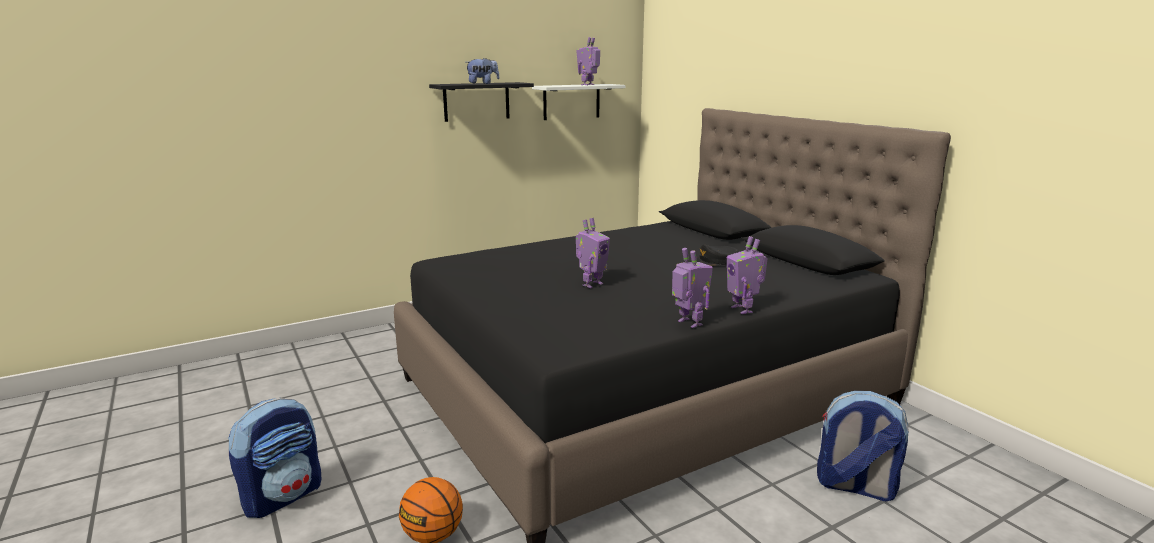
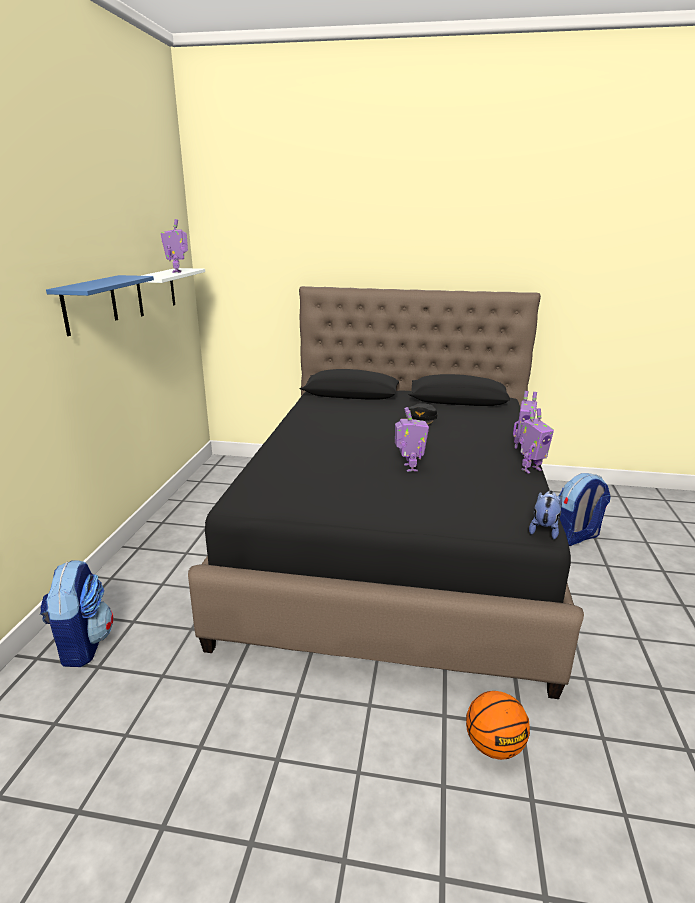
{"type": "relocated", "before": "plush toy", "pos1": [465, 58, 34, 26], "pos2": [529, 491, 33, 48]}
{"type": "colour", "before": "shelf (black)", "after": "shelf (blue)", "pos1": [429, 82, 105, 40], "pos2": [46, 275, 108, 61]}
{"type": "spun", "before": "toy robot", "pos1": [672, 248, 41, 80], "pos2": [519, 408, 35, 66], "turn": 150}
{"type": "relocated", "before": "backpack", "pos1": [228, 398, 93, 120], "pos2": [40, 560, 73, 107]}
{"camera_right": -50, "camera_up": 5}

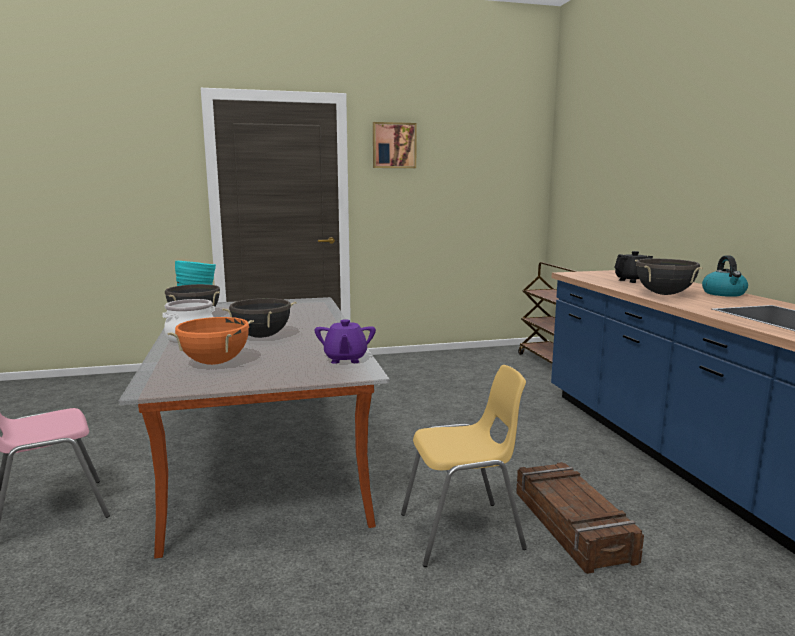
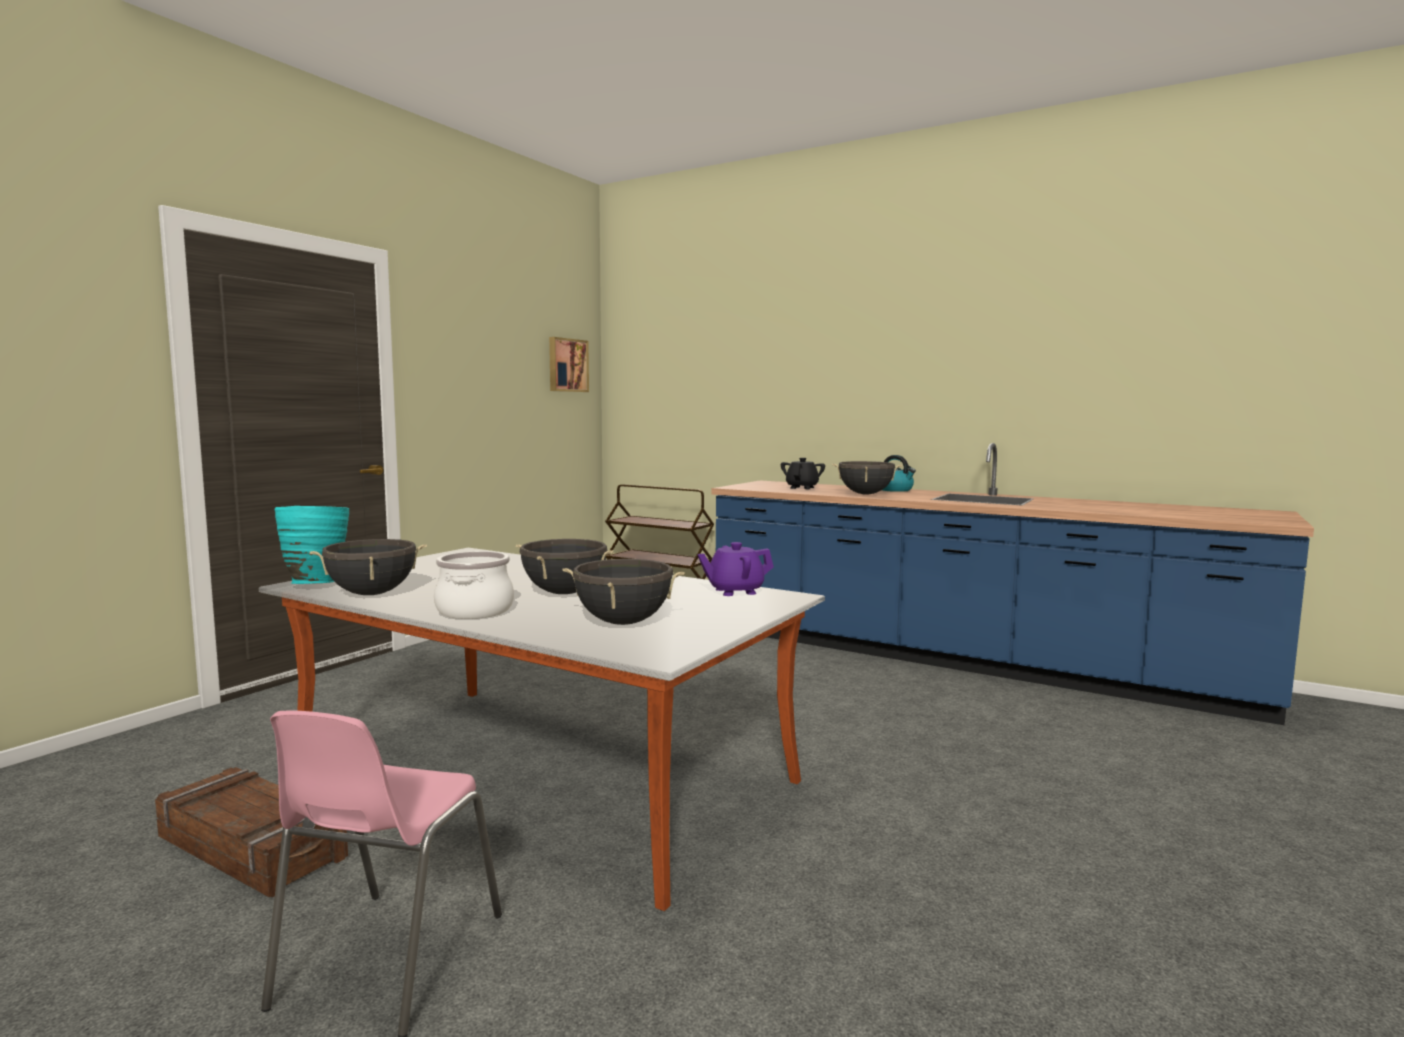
{"type": "relocated", "before": "picture", "pos1": [373, 122, 44, 46], "pos2": [549, 337, 40, 55]}
{"type": "colour", "before": "cooking pot (orange)", "after": "cooking pot (black)", "pos1": [167, 317, 87, 48], "pos2": [562, 559, 123, 66]}
{"type": "spun", "before": "teapot (purple)", "pos1": [315, 319, 61, 45], "pos2": [697, 542, 77, 54], "turn": 120}
{"type": "missing", "before": "chair (yellow)", "pos1": [401, 365, 126, 202]}
{"type": "relocated", "before": "crate", "pos1": [516, 462, 128, 112], "pos2": [155, 767, 193, 130]}
{"camera_right": -45, "camera_up": -5}

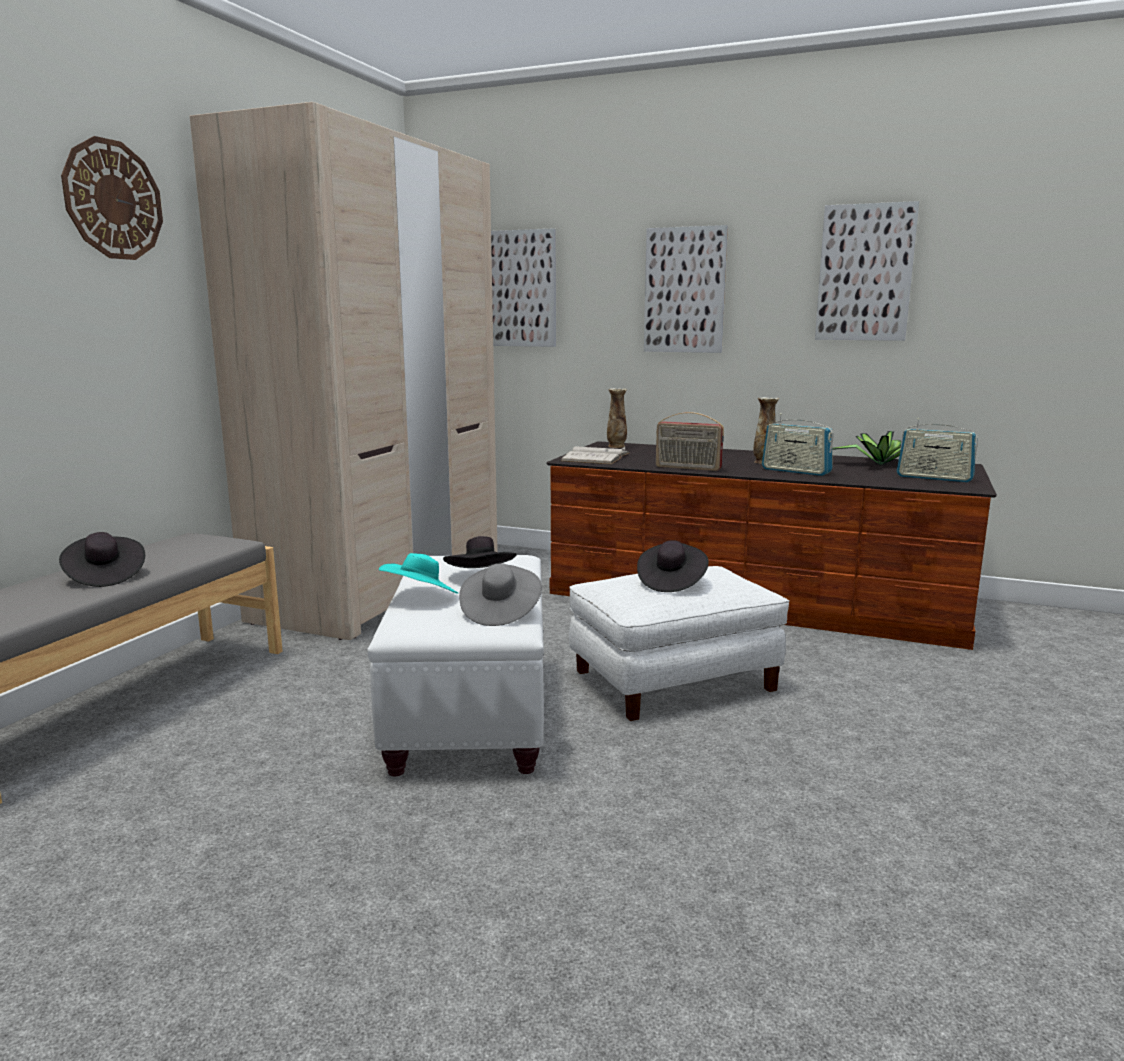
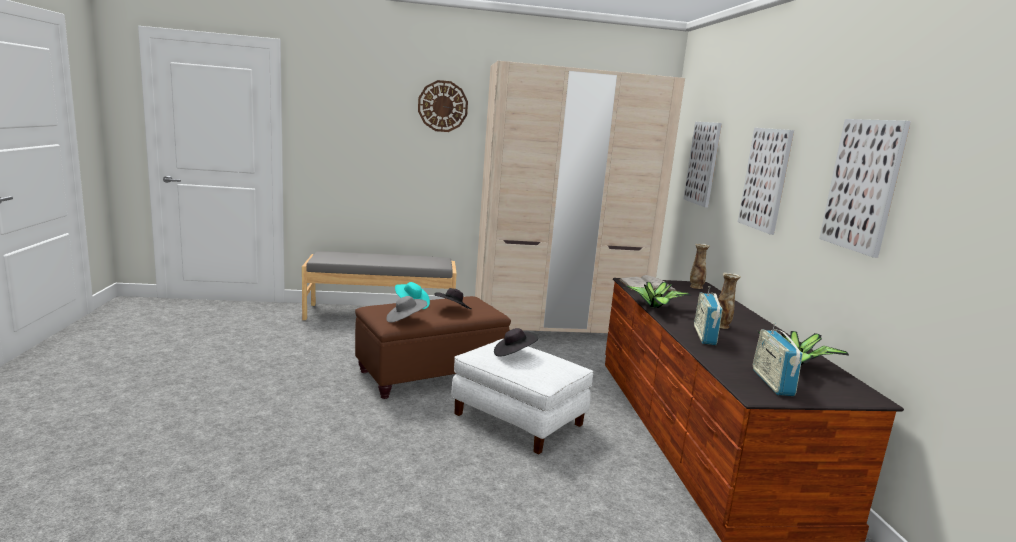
{"type": "exchanged", "before": "radio", "after": "potted plant", "pos1": [656, 412, 68, 59], "pos2": [624, 282, 67, 26]}
{"type": "missing", "before": "hat (black)", "pos1": [59, 532, 86, 55]}
{"type": "colour", "before": "ottoman (white)", "after": "ottoman (brown)", "pos1": [367, 555, 177, 221], "pos2": [355, 296, 156, 103]}
{"camera_right": 60, "camera_up": 0}

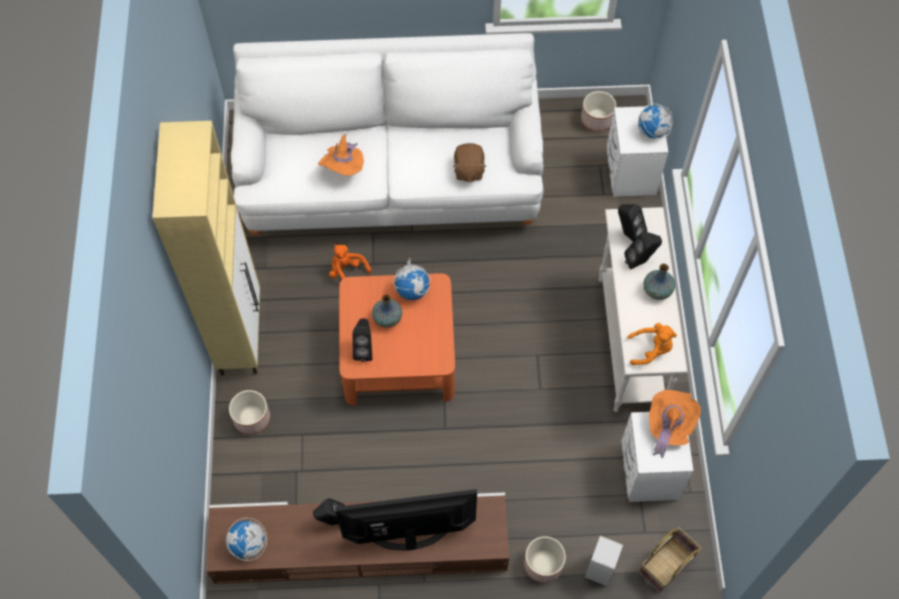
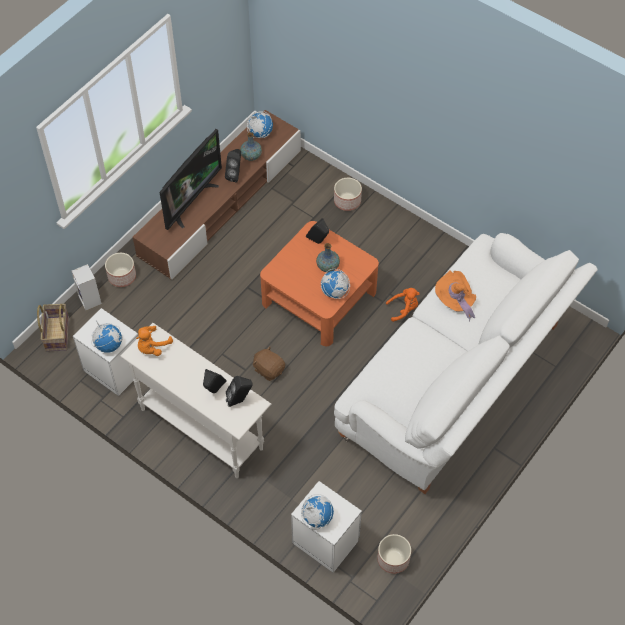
{"type": "missing", "before": "cabinet (beige)", "pos1": [152, 121, 108, 254]}
{"type": "relocated", "before": "plush toy (brown)", "pos1": [453, 143, 33, 40], "pos2": [253, 346, 32, 35]}
{"type": "relocated", "before": "vase", "pos1": [643, 264, 32, 36], "pos2": [240, 132, 22, 29]}
{"type": "exchanged", "before": "hat (orange)", "after": "globe", "pos1": [649, 390, 52, 69], "pos2": [91, 320, 31, 33]}
{"camera_right": 130, "camera_up": -5}

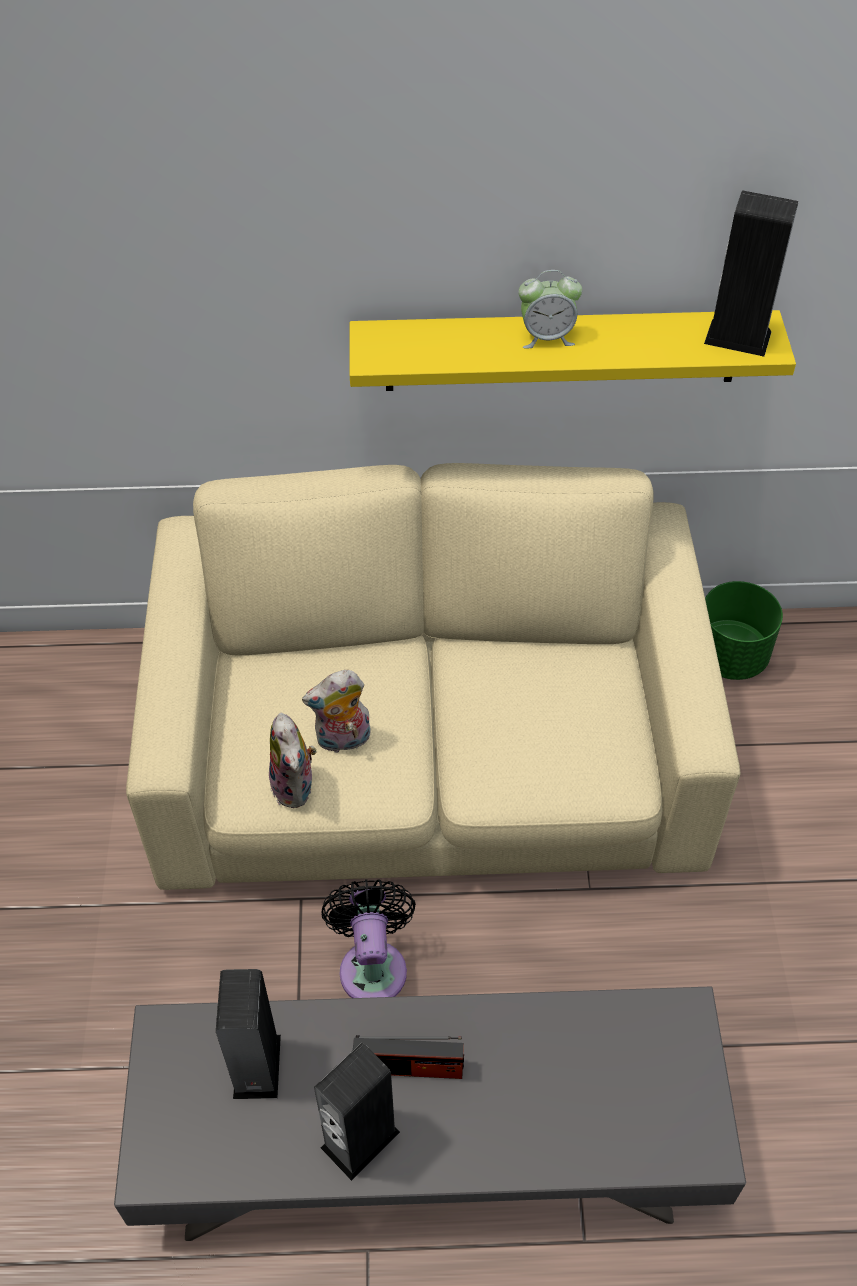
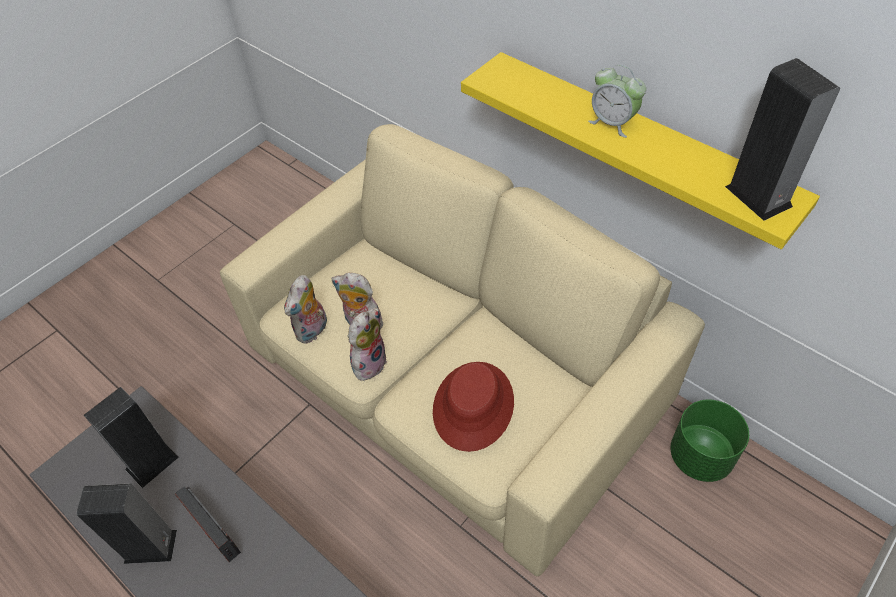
{"type": "missing", "before": "fan (black)", "pos1": [322, 879, 94, 119]}
{"type": "appeared", "after": "plush toy", "pos2": [347, 308, 41, 73]}
{"type": "appeared", "after": "hat (red)", "pos2": [433, 362, 81, 90]}
{"camera_right": 45, "camera_up": 0}

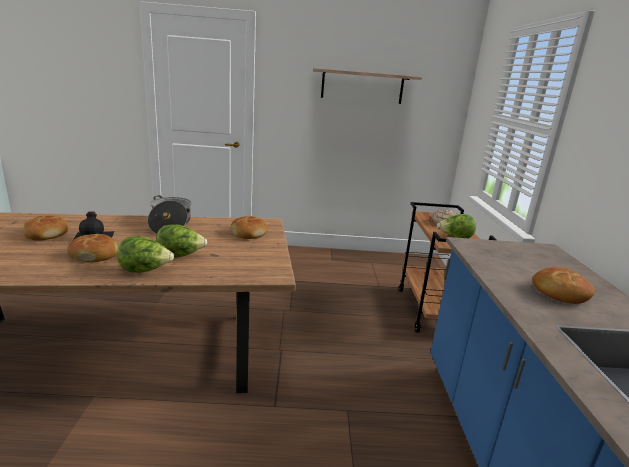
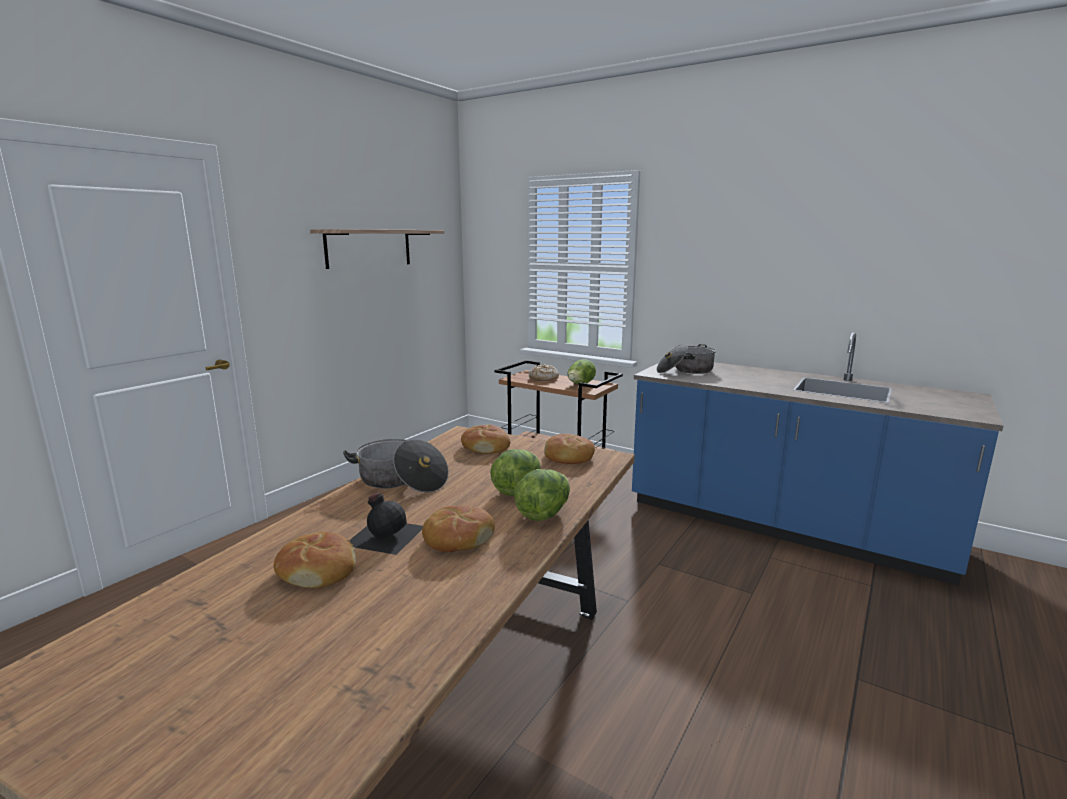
{"type": "relocated", "before": "bread", "pos1": [532, 267, 63, 37], "pos2": [544, 434, 51, 30]}
{"type": "appeared", "after": "cooking pot", "pos2": [657, 344, 59, 30]}
{"camera_right": -55, "camera_up": -5}

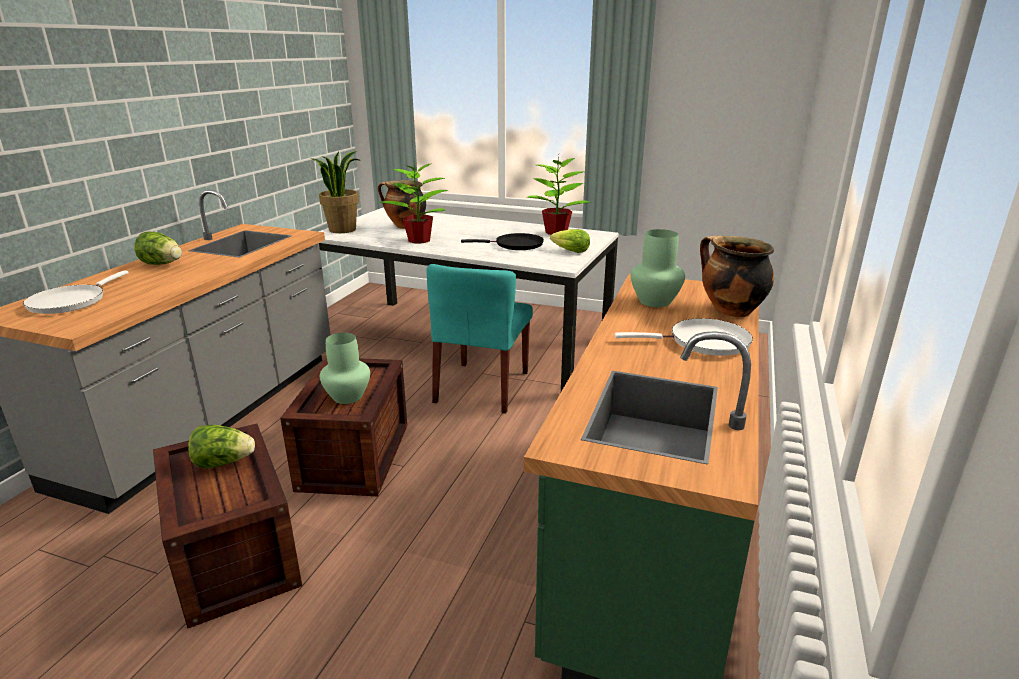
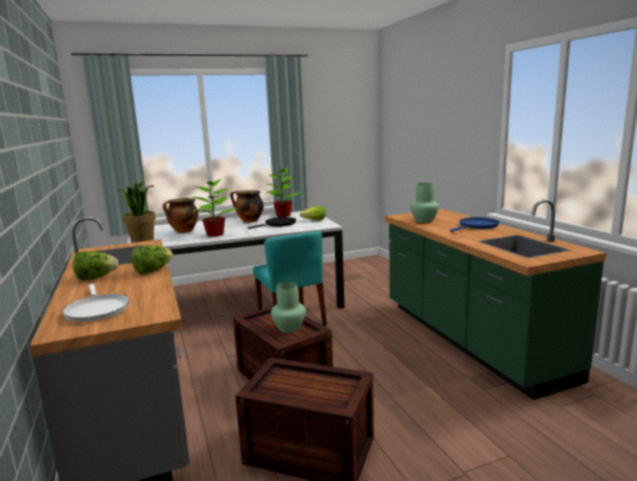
{"type": "relocated", "before": "cooking pot", "pos1": [700, 235, 74, 82], "pos2": [230, 190, 34, 33]}
{"type": "colour", "before": "frying pan (white)", "after": "frying pan (blue)", "pos1": [615, 318, 138, 38], "pos2": [450, 217, 49, 15]}
{"type": "relocated", "before": "lettuce", "pos1": [188, 425, 67, 43], "pos2": [131, 245, 42, 29]}
{"camera_right": -40, "camera_up": -10}

